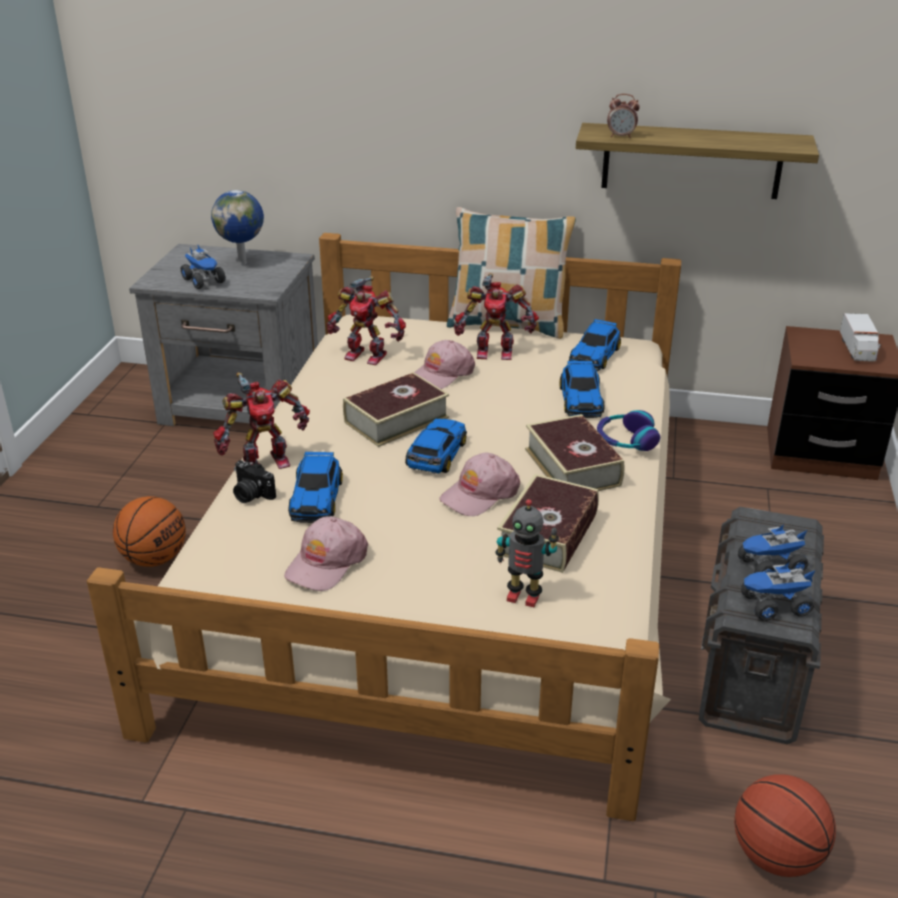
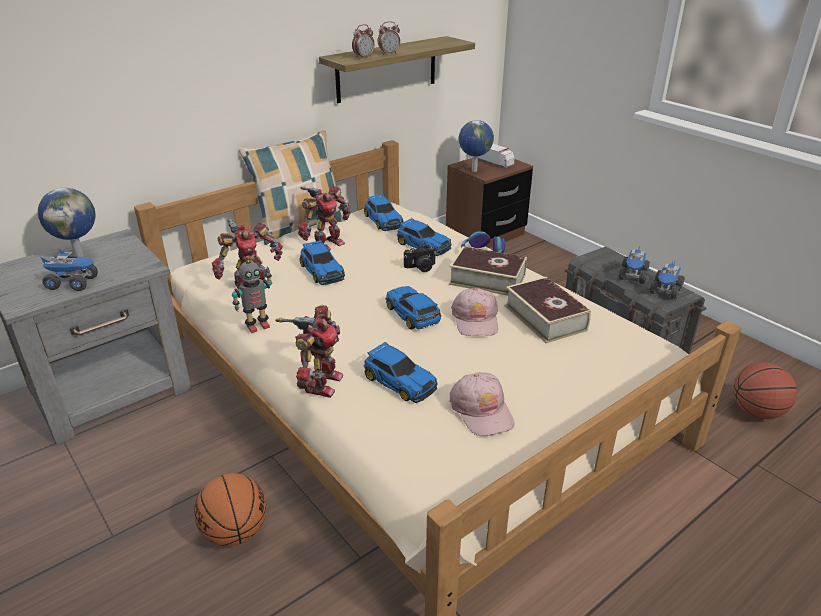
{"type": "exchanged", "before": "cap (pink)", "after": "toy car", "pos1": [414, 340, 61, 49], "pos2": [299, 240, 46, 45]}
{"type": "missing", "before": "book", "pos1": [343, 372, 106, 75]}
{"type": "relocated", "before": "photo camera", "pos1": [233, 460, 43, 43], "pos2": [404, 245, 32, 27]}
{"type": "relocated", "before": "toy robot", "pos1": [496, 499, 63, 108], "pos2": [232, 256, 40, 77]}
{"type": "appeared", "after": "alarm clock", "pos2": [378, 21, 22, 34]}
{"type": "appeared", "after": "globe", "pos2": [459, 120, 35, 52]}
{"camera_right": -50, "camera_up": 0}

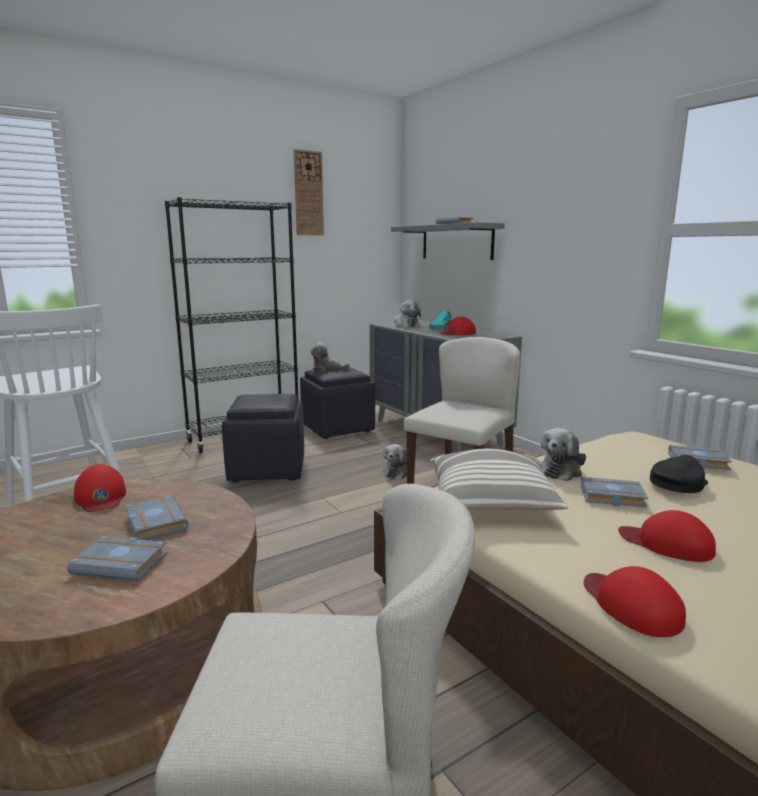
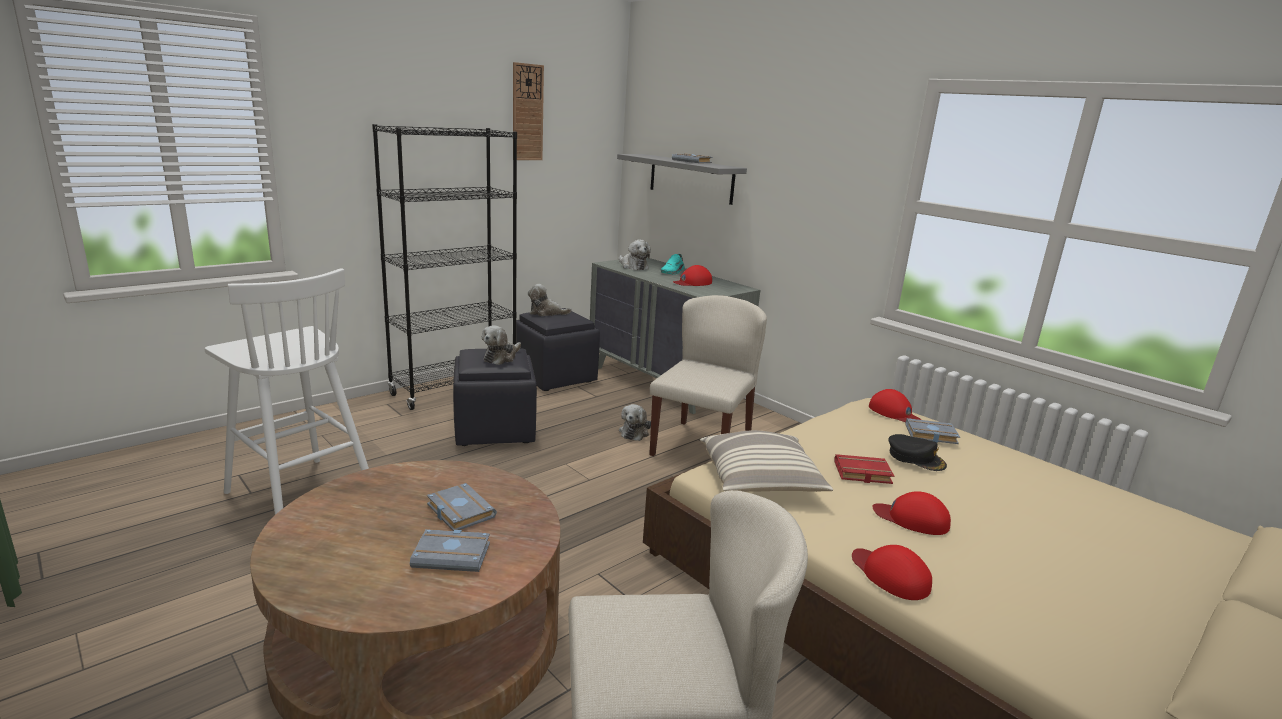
{"type": "relocated", "before": "plush toy", "pos1": [539, 428, 47, 53], "pos2": [482, 325, 39, 40]}
{"type": "spun", "before": "cap (black)", "pos1": [650, 455, 58, 38], "pos2": [888, 434, 59, 37], "turn": 90}
{"type": "relocated", "before": "cap (red)", "pos1": [74, 464, 52, 48], "pos2": [869, 389, 52, 33]}
{"type": "colour", "before": "book (grey)", "after": "book (red)", "pos1": [581, 477, 67, 30], "pos2": [834, 454, 60, 30]}
{"camera_right": -10, "camera_up": 5}

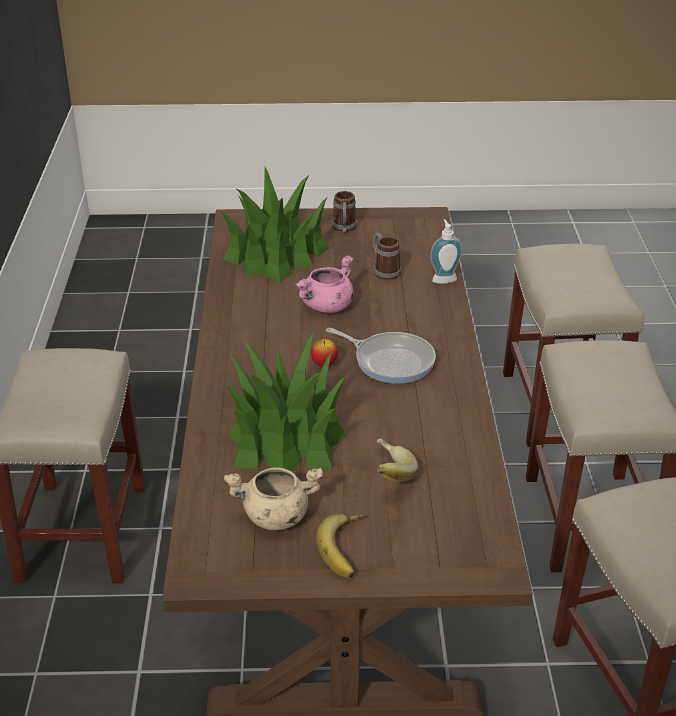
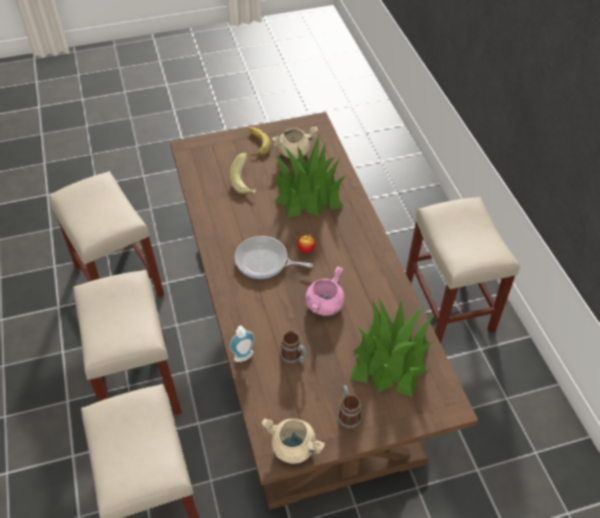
{"type": "appeared", "after": "cooking pot (beige)", "pos2": [262, 418, 63, 46]}
{"camera_right": 165, "camera_up": 15}

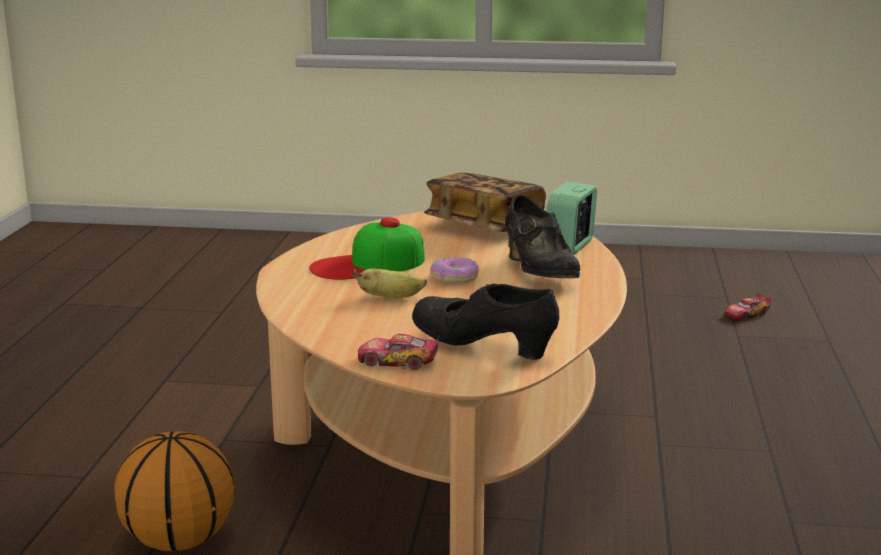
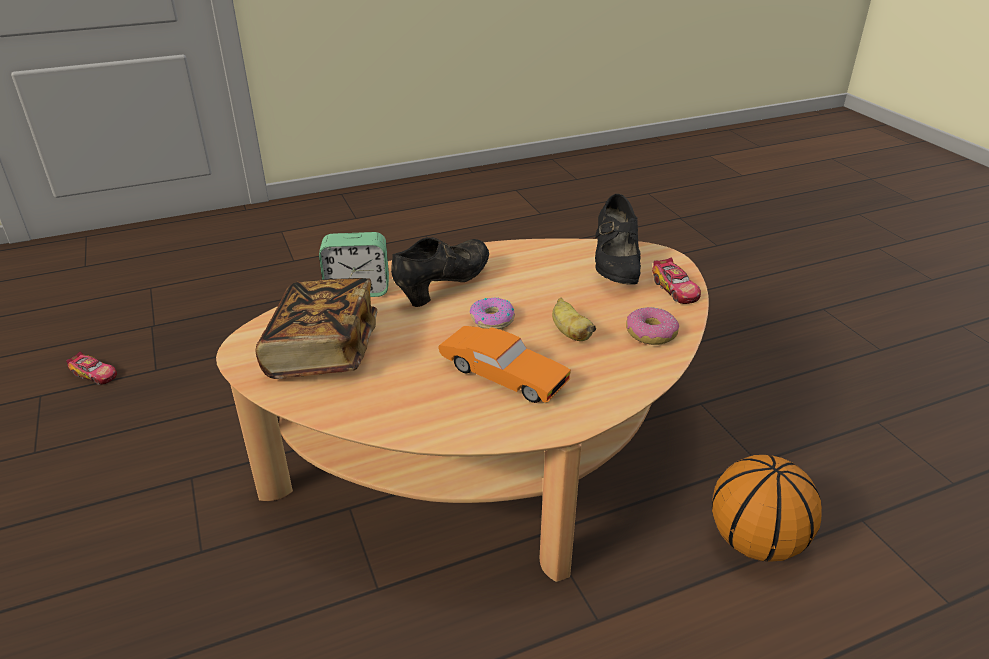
{"type": "exchanged", "before": "cap", "after": "toy car (orange)", "pos1": [309, 217, 116, 63], "pos2": [438, 326, 133, 77]}
{"type": "appeared", "after": "donut", "pos2": [626, 307, 53, 38]}
{"camera_right": -120, "camera_up": 15}

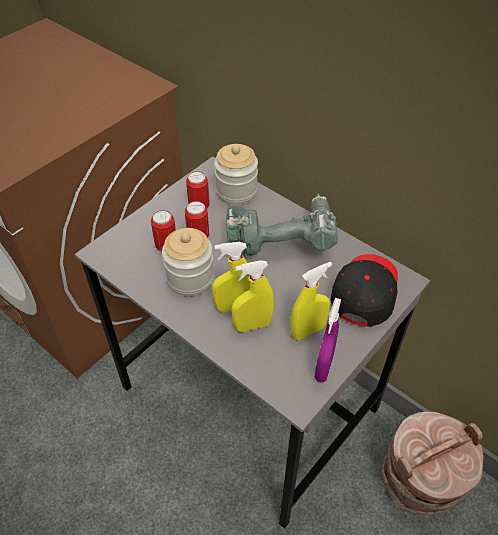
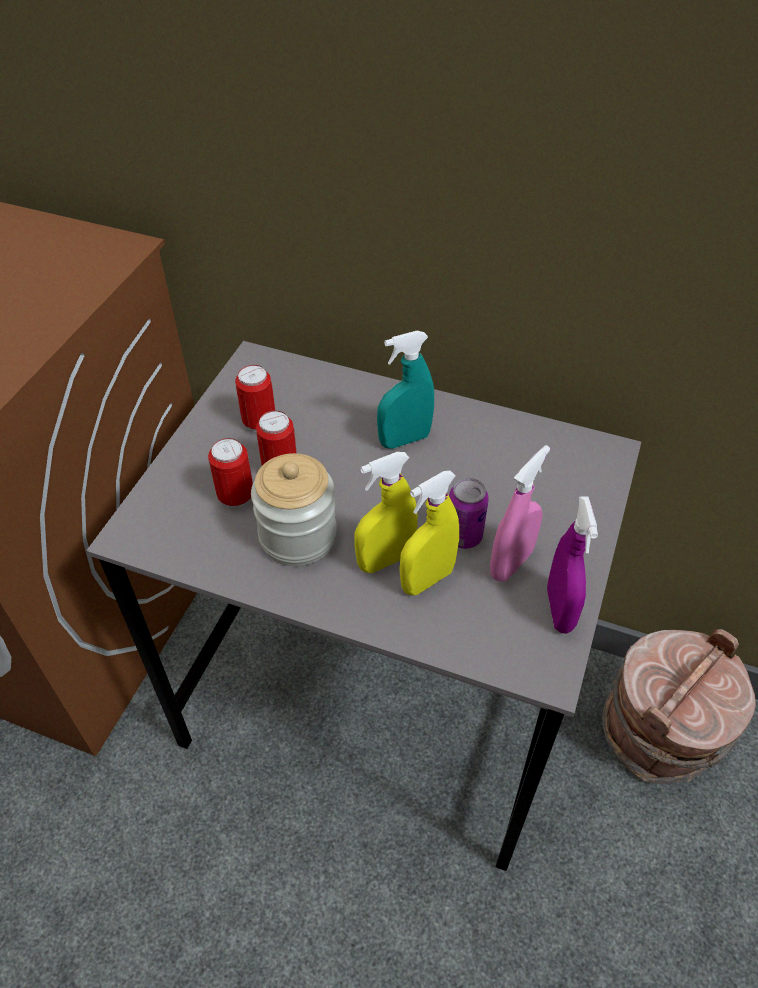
{"type": "missing", "before": "jar", "pos1": [214, 144, 44, 61]}
{"type": "exchanged", "before": "power drill", "after": "spray bottle (turquoise)", "pos1": [226, 194, 112, 63], "pos2": [377, 330, 57, 119]}
{"type": "missing", "before": "cap (black)", "pos1": [331, 254, 67, 73]}
{"type": "colour", "before": "spray bottle (yellow)", "after": "spray bottle (pink)", "pos1": [290, 262, 42, 78], "pos2": [490, 445, 60, 136]}
{"type": "appeared", "after": "can", "pos2": [449, 478, 40, 71]}
{"camera_right": -20, "camera_up": 0}

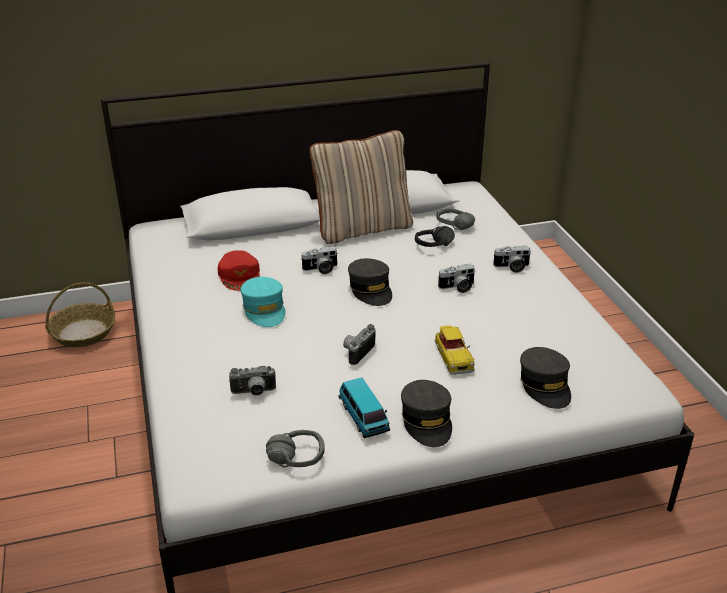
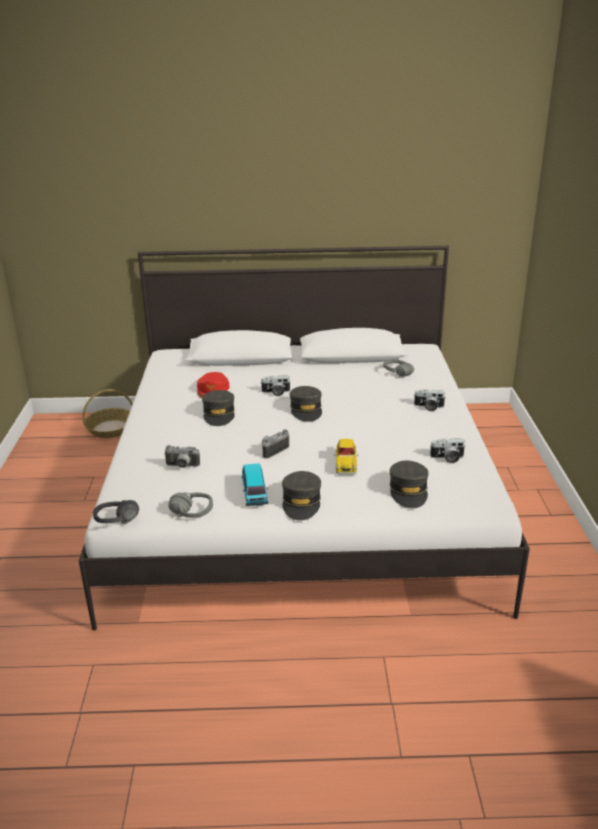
{"type": "missing", "before": "pillow (beige)", "pos1": [310, 130, 103, 114]}
{"type": "relocated", "before": "headphones (black)", "pos1": [415, 226, 40, 21], "pos2": [93, 500, 46, 23]}
{"type": "relocated", "before": "photo camera", "pos1": [438, 264, 37, 29], "pos2": [430, 438, 36, 25]}
{"type": "colour", "before": "cap (turquoise)", "after": "cap (grey)", "pos1": [241, 277, 44, 50], "pos2": [202, 390, 33, 36]}
{"camera_right": 15, "camera_up": -5}

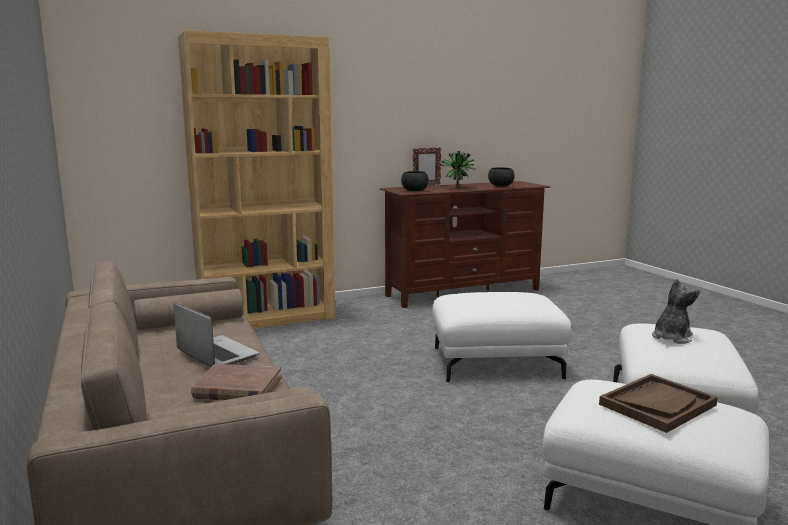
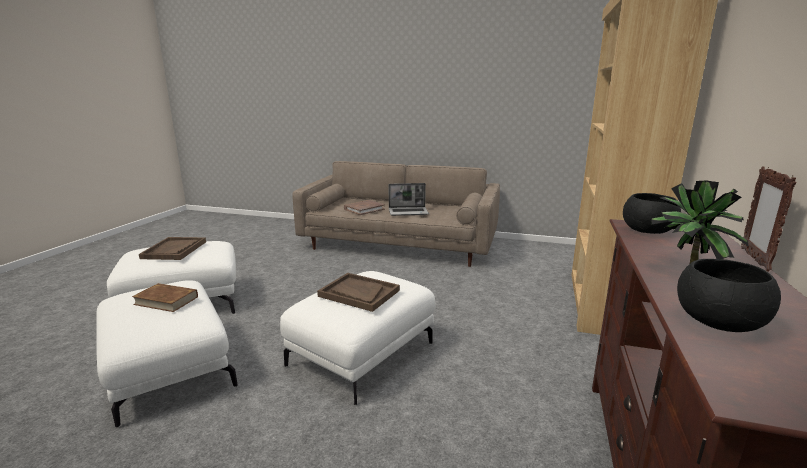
{"type": "exchanged", "before": "plush toy", "after": "book (brown)", "pos1": [652, 278, 48, 66], "pos2": [132, 283, 66, 29]}
{"type": "appeared", "after": "tray (brown)", "pos2": [317, 273, 83, 39]}
{"camera_right": 130, "camera_up": 5}

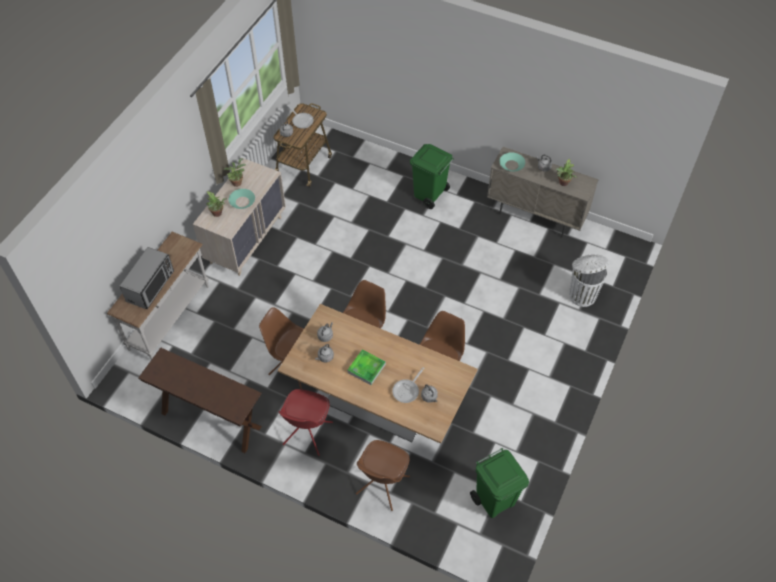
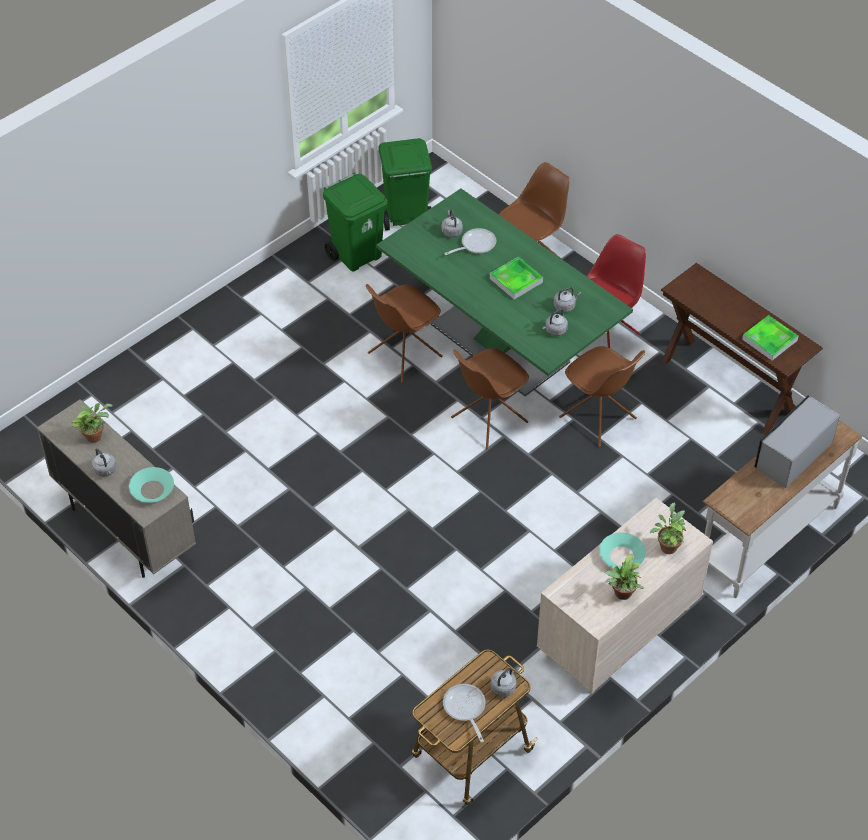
{"type": "relocated", "before": "trash can (green)", "pos1": [410, 144, 44, 65], "pos2": [323, 173, 64, 98]}
{"type": "missing", "before": "trash can (white)", "pos1": [569, 254, 40, 53]}
{"type": "colour", "before": "dining table (beige)", "after": "dining table (green)", "pos1": [278, 304, 200, 140], "pos2": [376, 188, 257, 208]}
{"type": "appeared", "after": "tray", "pos2": [742, 315, 56, 45]}
{"camera_right": -160, "camera_up": -5}

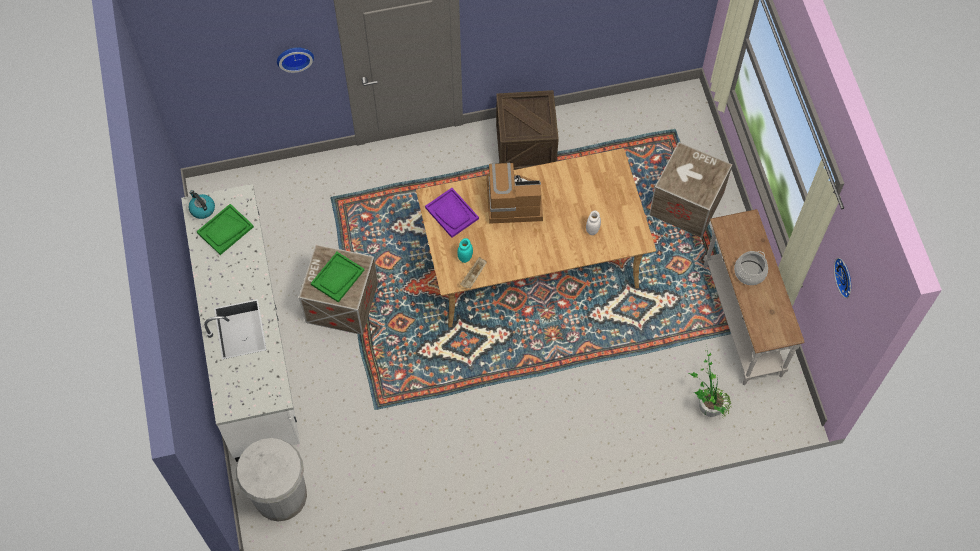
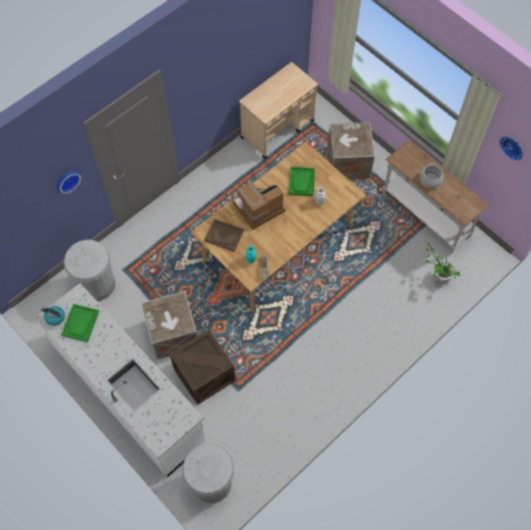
{"type": "relocated", "before": "crate", "pos1": [496, 90, 63, 80], "pos2": [169, 329, 67, 76]}
{"type": "colour", "before": "tray (purple)", "after": "tray (brown)", "pos1": [425, 188, 54, 50], "pos2": [204, 219, 40, 32]}
{"type": "relocated", "before": "tray (green)", "pos1": [311, 252, 53, 51], "pos2": [289, 167, 26, 29]}
{"type": "appeared", "after": "cart (beige)", "pos2": [239, 62, 79, 97]}
{"type": "appeared", "after": "trash can (white)", "pos2": [64, 240, 51, 61]}
{"camera_right": -30, "camera_up": 0}

